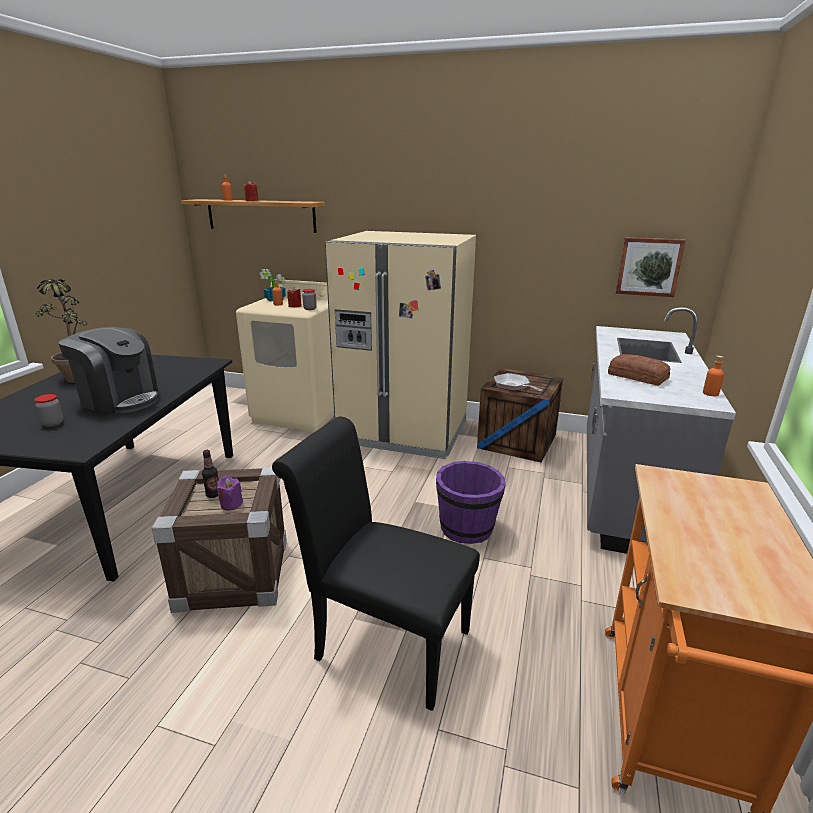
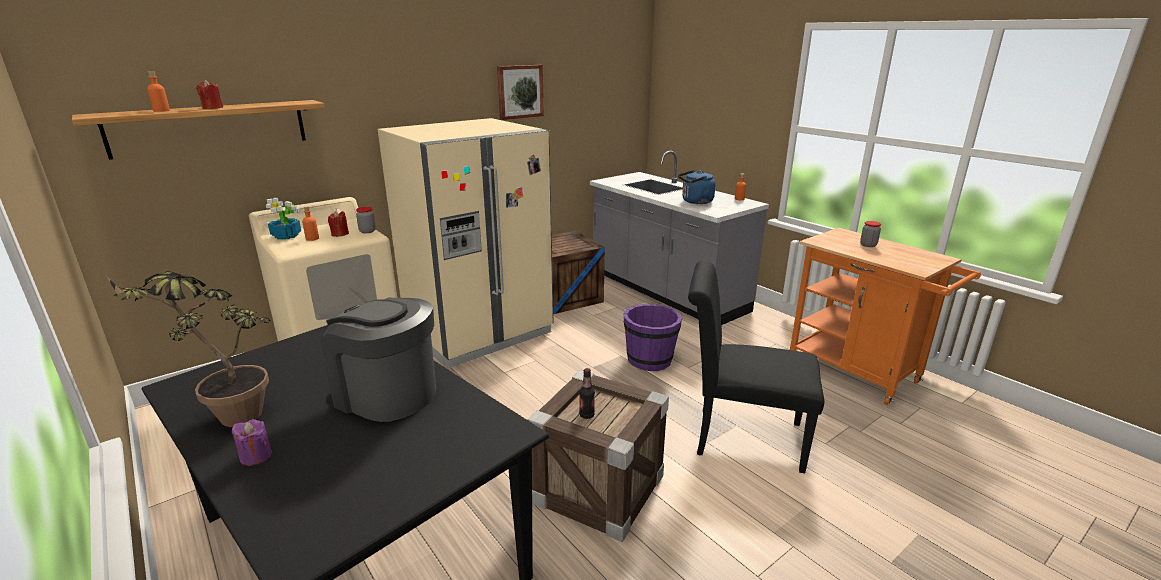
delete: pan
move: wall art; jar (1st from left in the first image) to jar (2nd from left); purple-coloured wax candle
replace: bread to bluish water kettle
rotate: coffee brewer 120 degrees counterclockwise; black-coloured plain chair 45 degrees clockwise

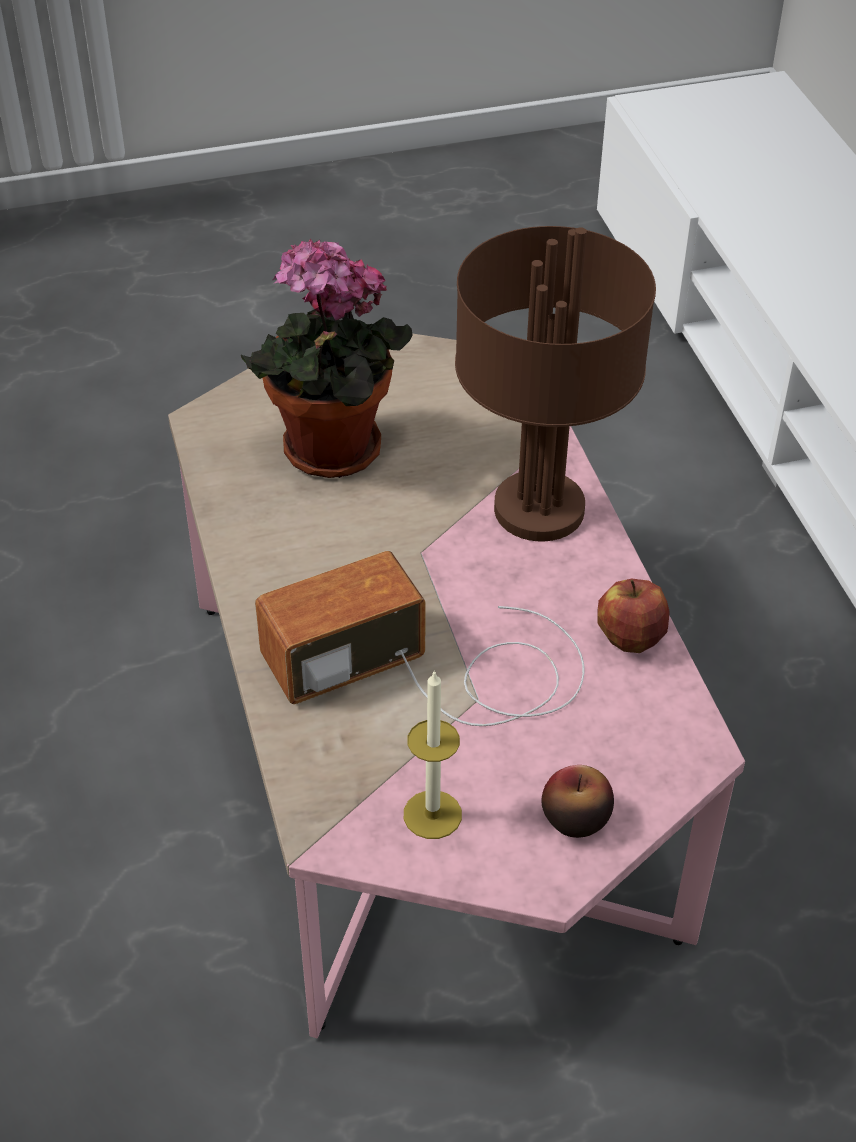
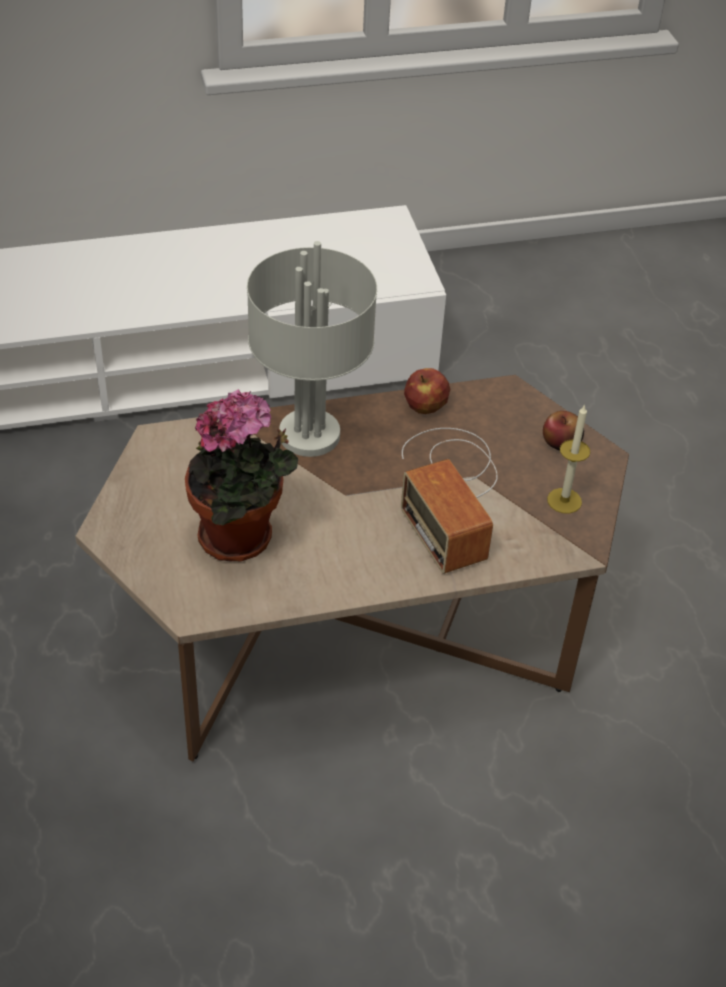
recolor: brown tabletop lamp to greyish tabletop lamp; pink-coloured lounge table to brown lounge table

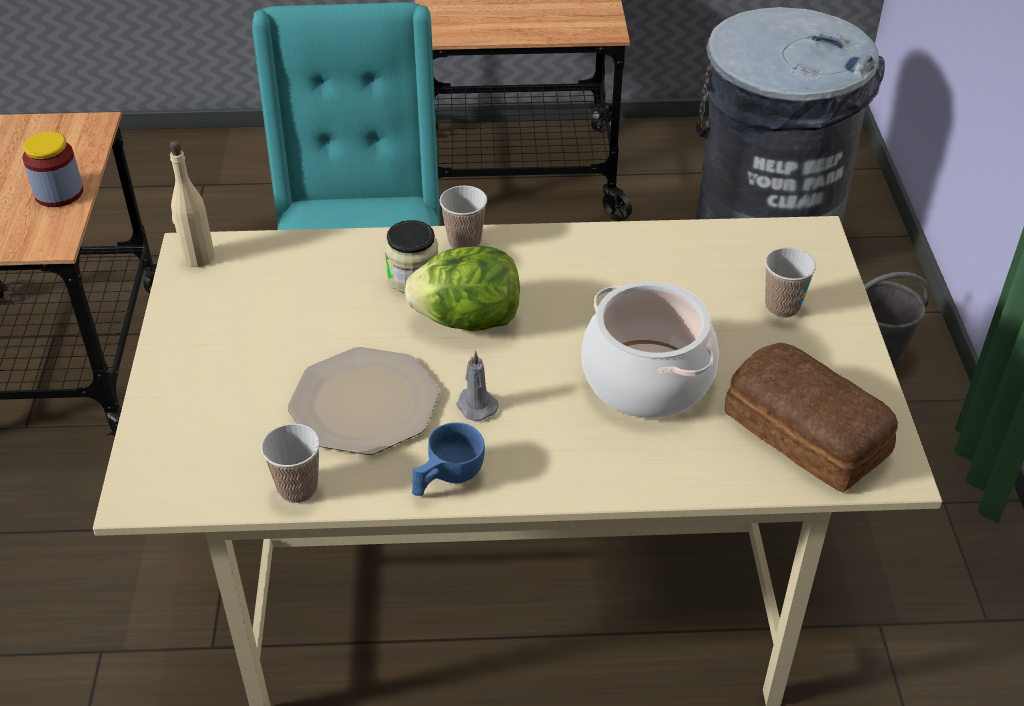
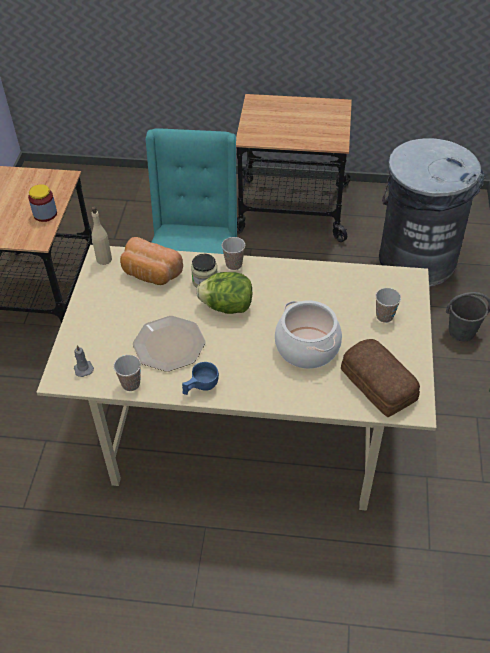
insert: bread (1st from left)
move: greyish wax candle

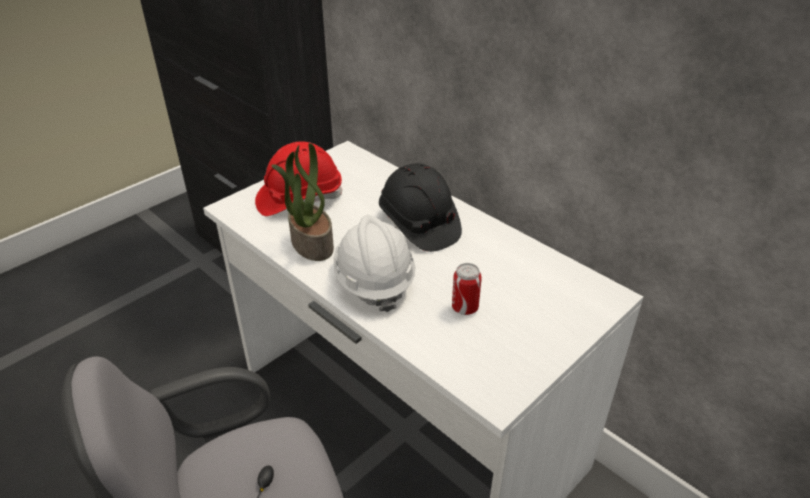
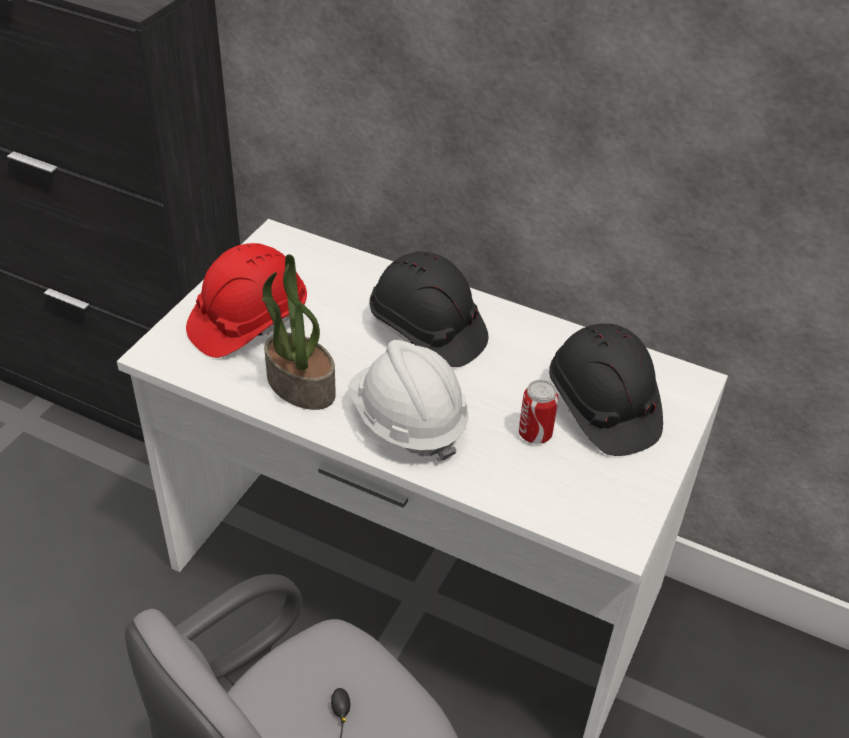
insert: black-coloured safety helmet (2nd from left)

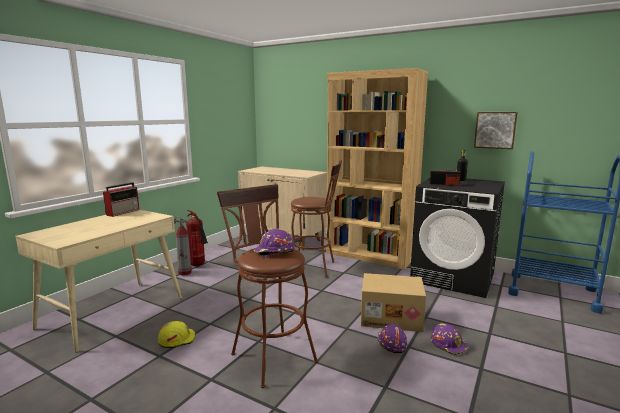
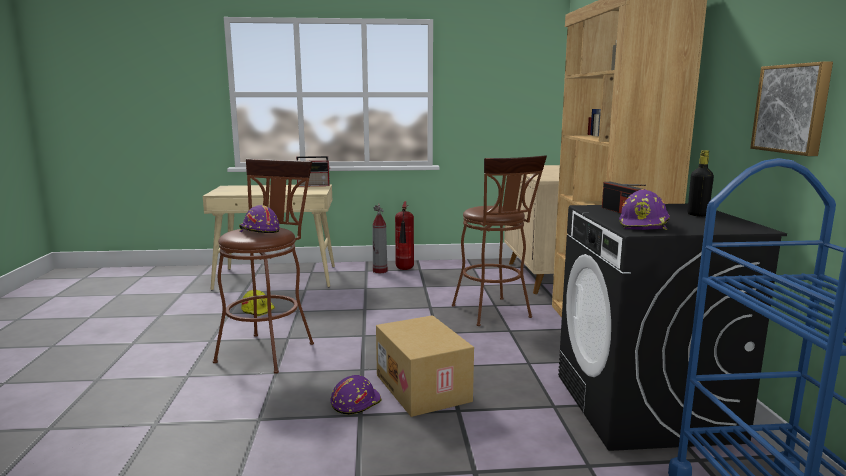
move: purple-coloured safety helmet (3rd from left)

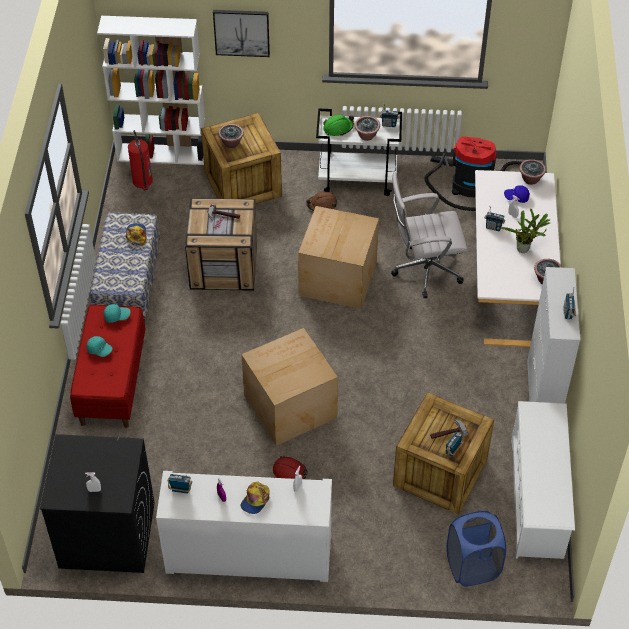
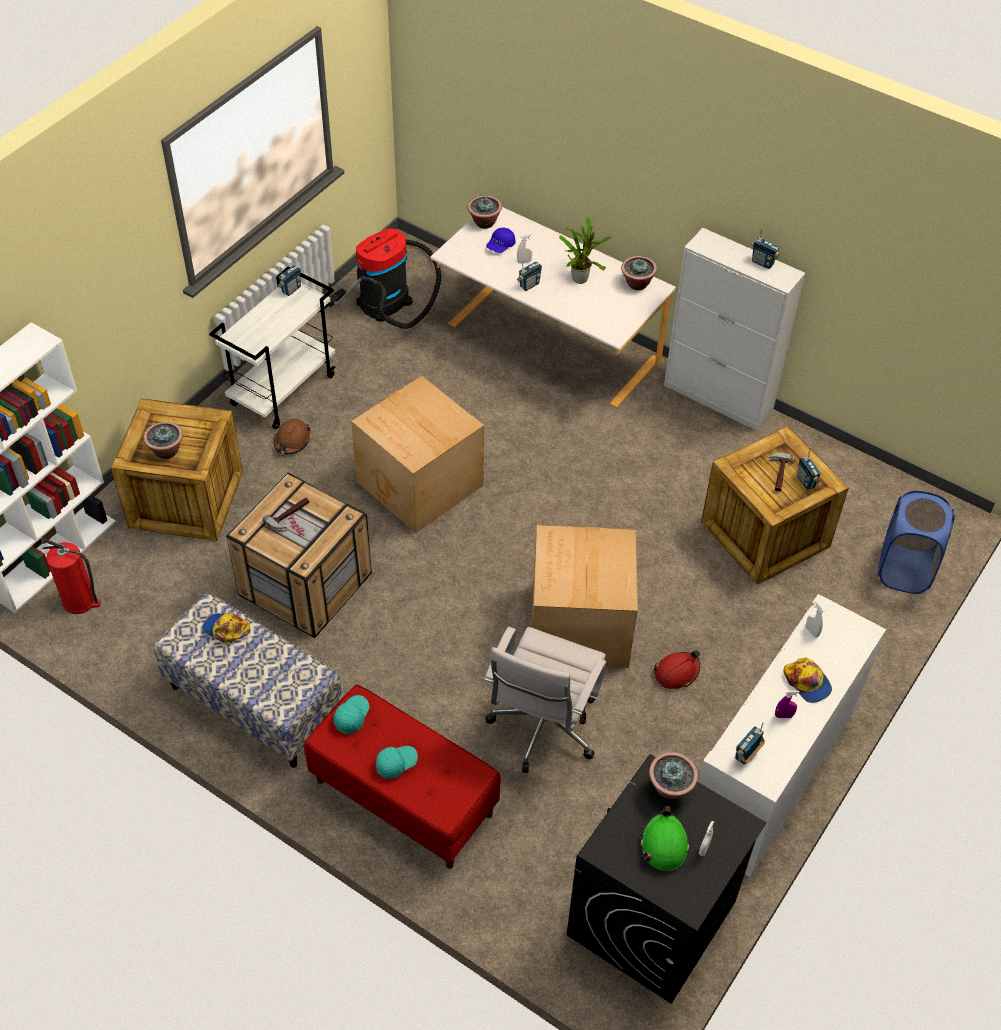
delete: wall art; white-coloured shoe rack
move: green-coloured safety helmet; potted plant (2nd from left in the first image) to potted plant (5th from left); white-coloured computer chair

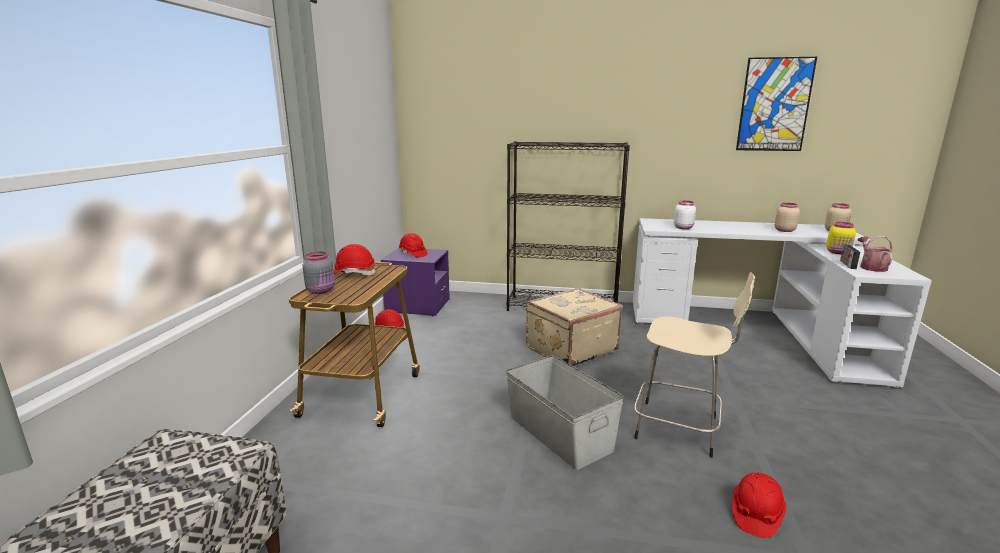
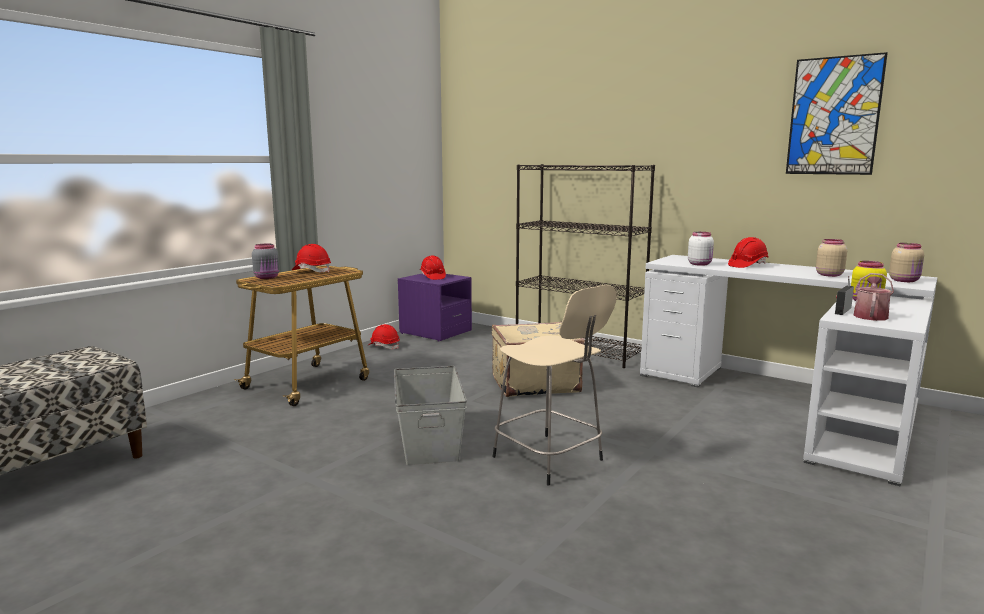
move: red safety helmet (4th from left)

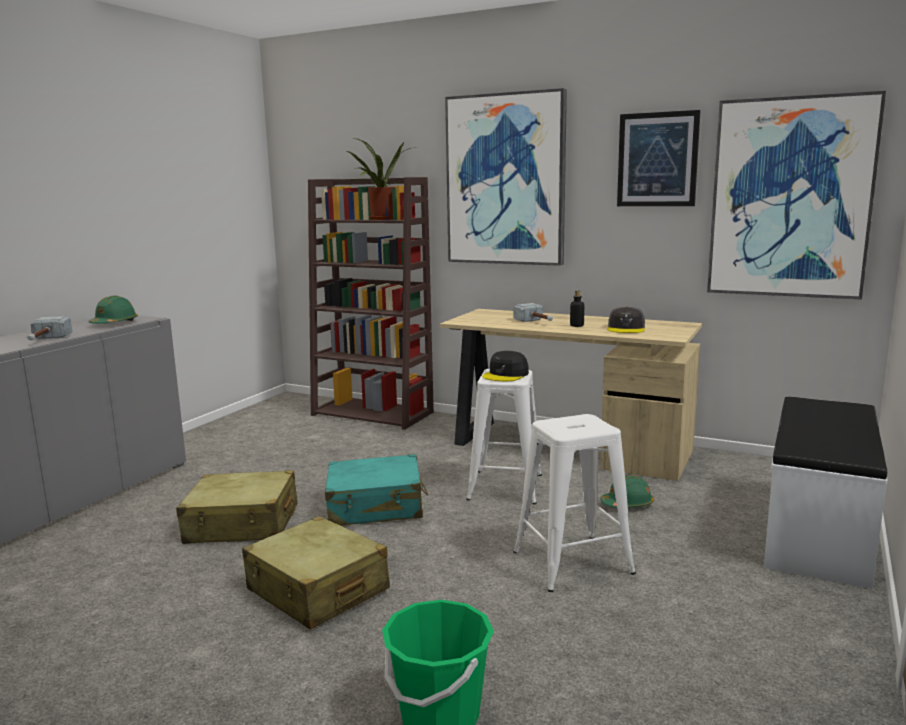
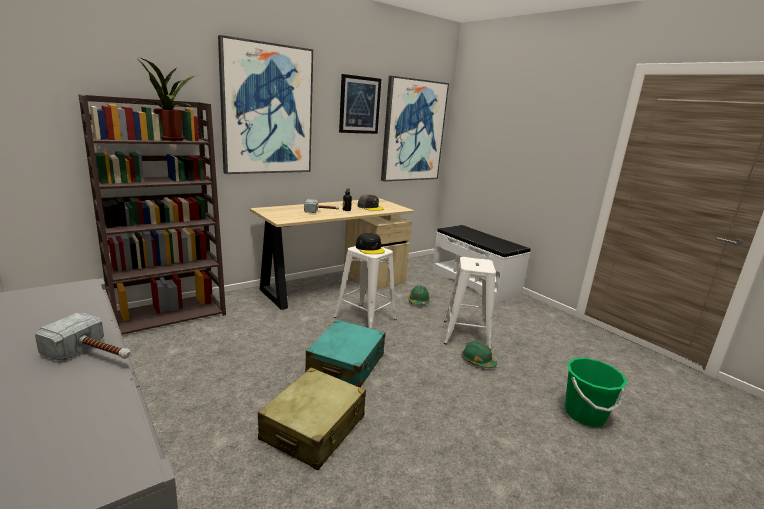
delete: beige-coloured piece of luggage (2nd from left)
move: green-coloured safety helmet (1st from left in the first image) to green-coloured safety helmet (2nd from left)

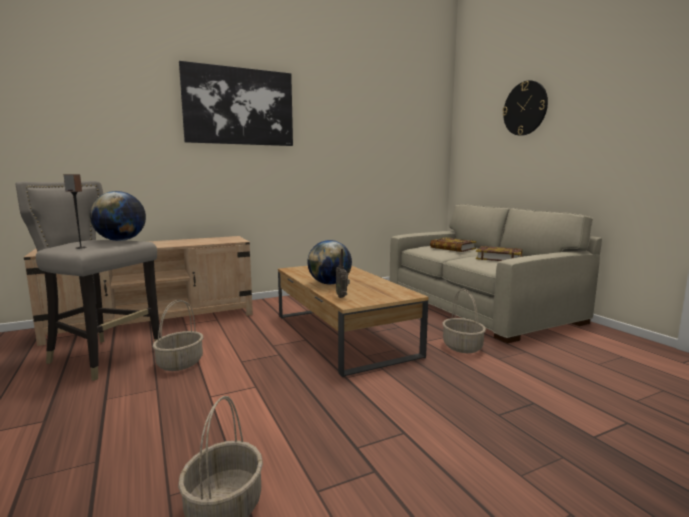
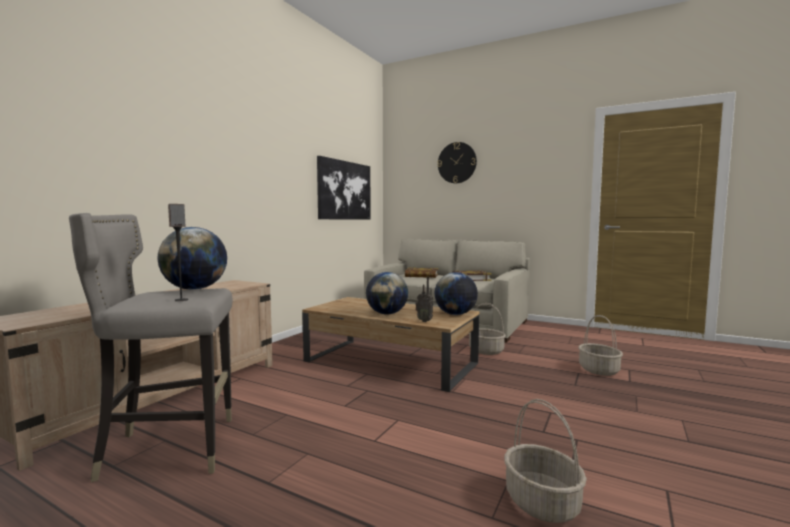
insert: desk globe (3rd from left)
move: wall art; basket (1st from left in the first image) to basket (3rd from left)

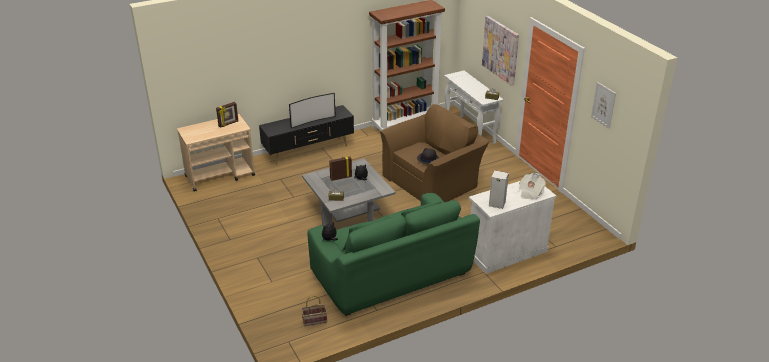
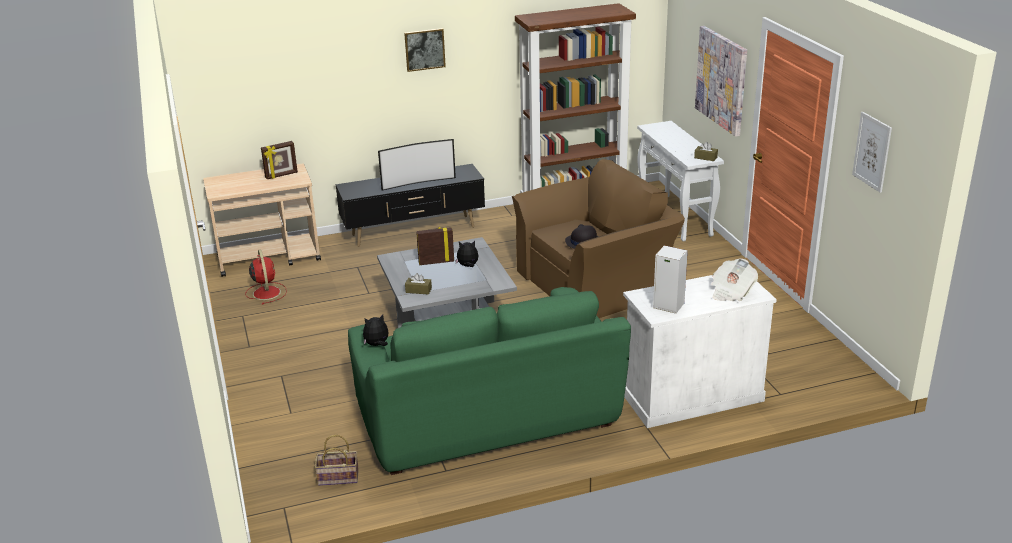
insert: wall art (1st from left); red fan

